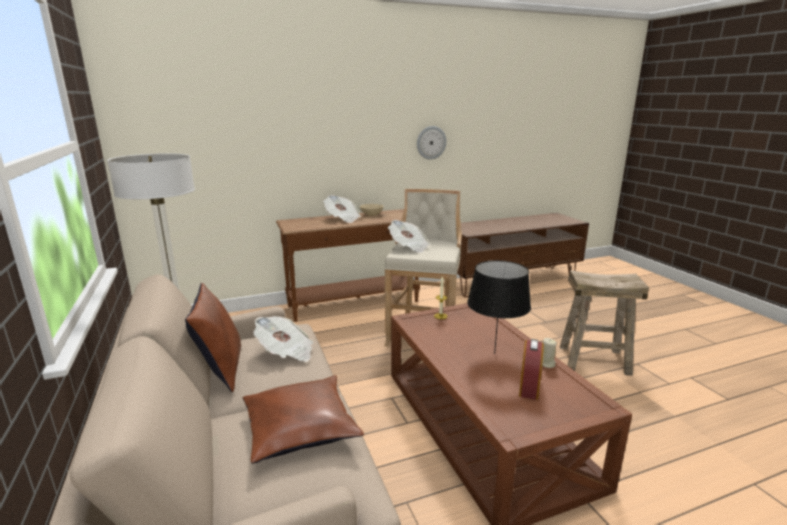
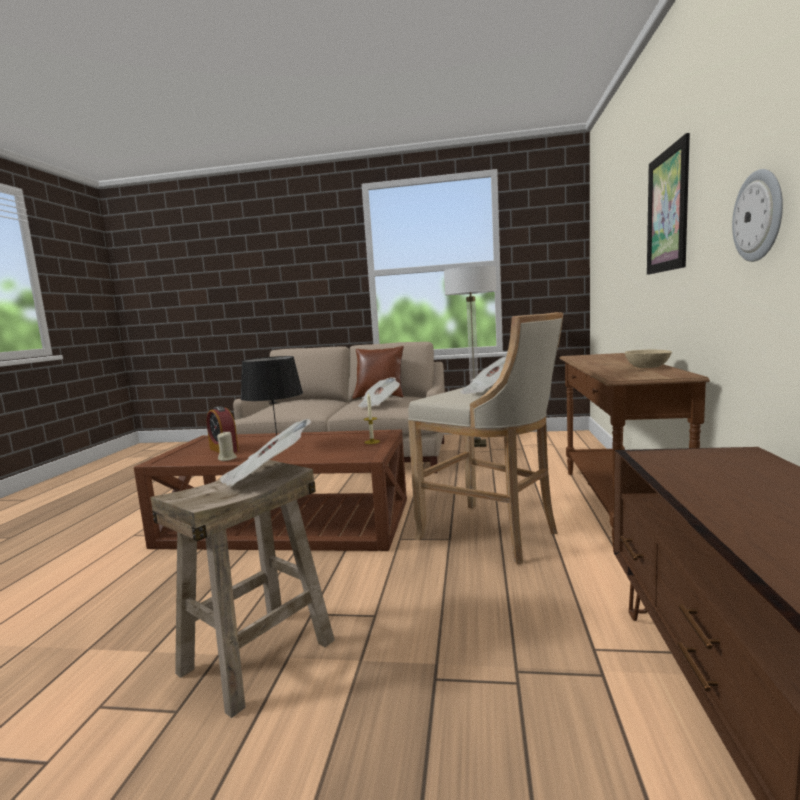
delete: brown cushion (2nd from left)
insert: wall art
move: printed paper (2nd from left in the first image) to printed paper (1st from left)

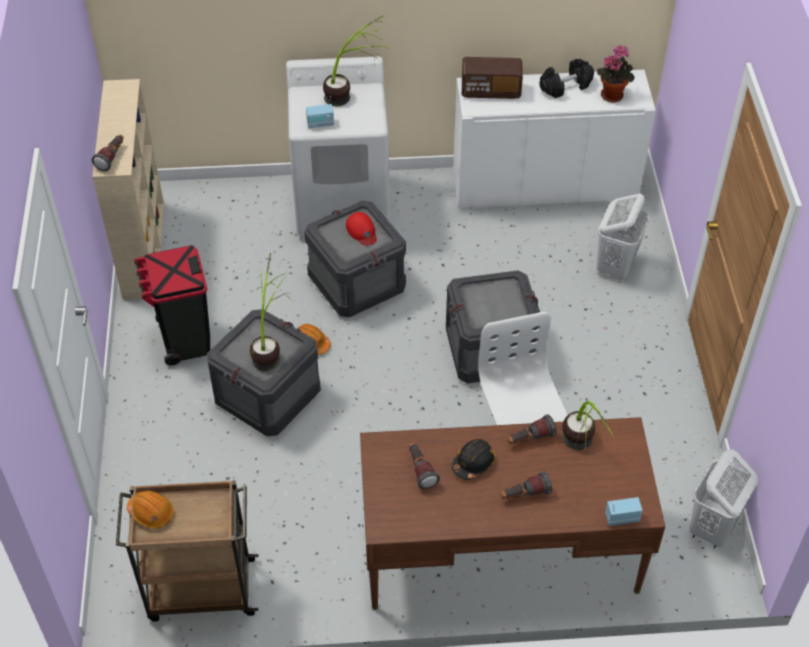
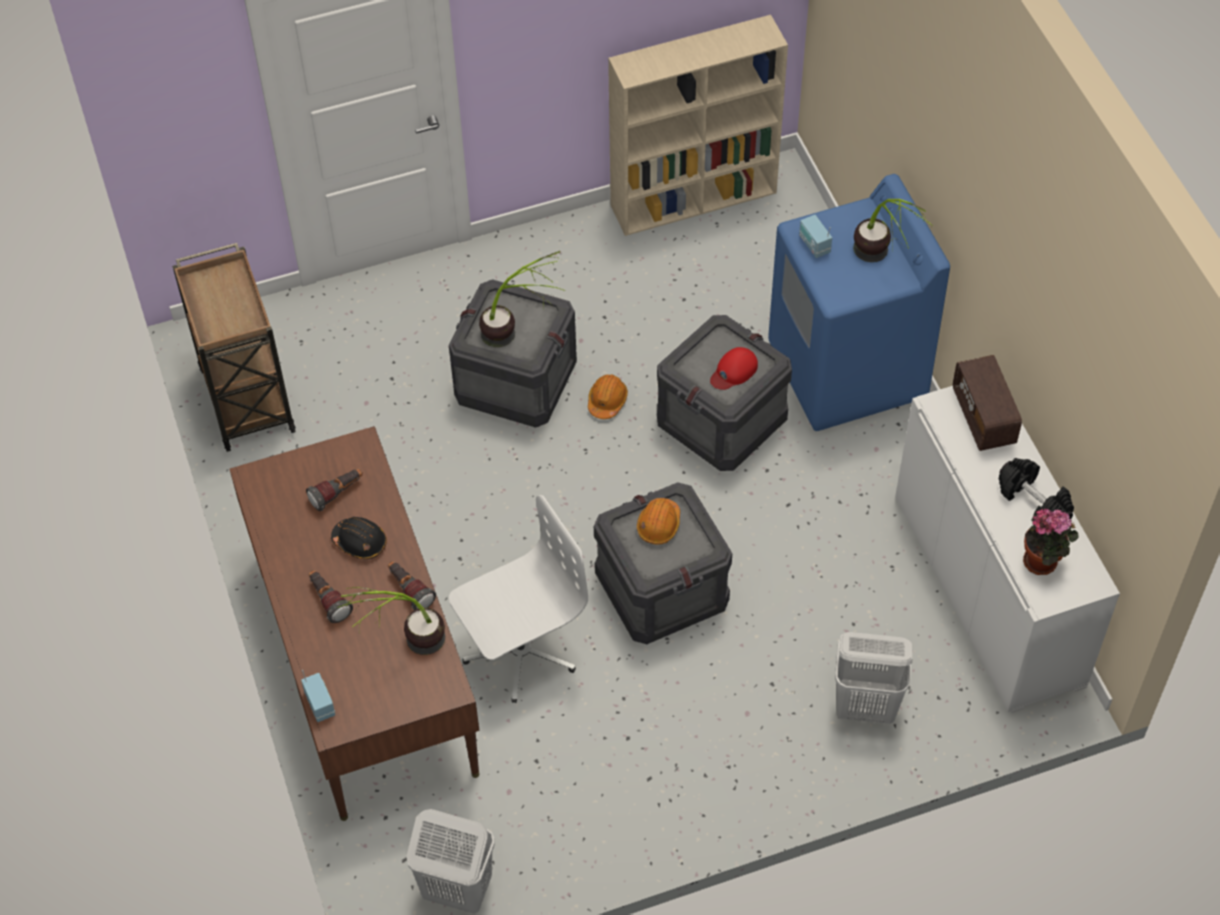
delete: torch (1st from left); black-coloured waste bin
move: orangey safety helmet (1st from left in the first image) to orangey safety helmet (2nd from left)
recolor: white-coloured laundry appliance to bluish laundry appliance

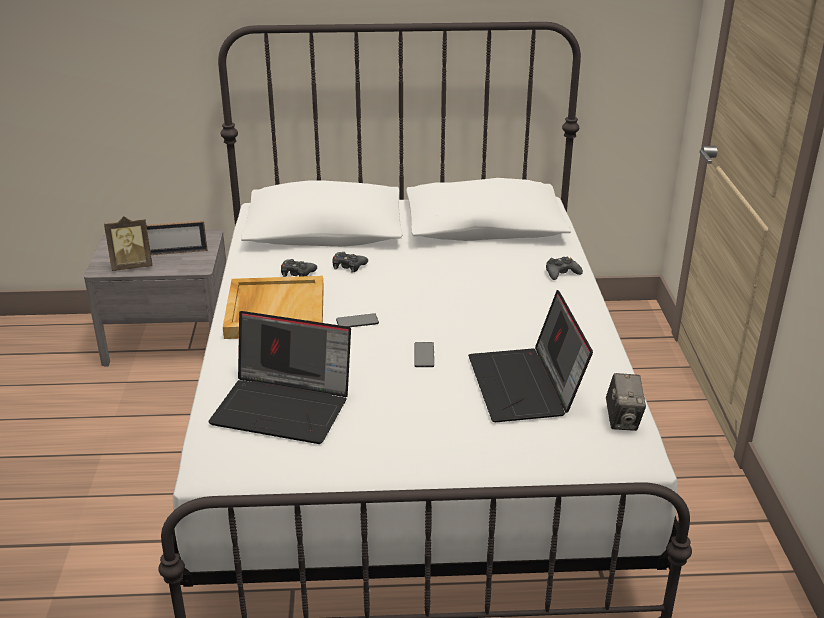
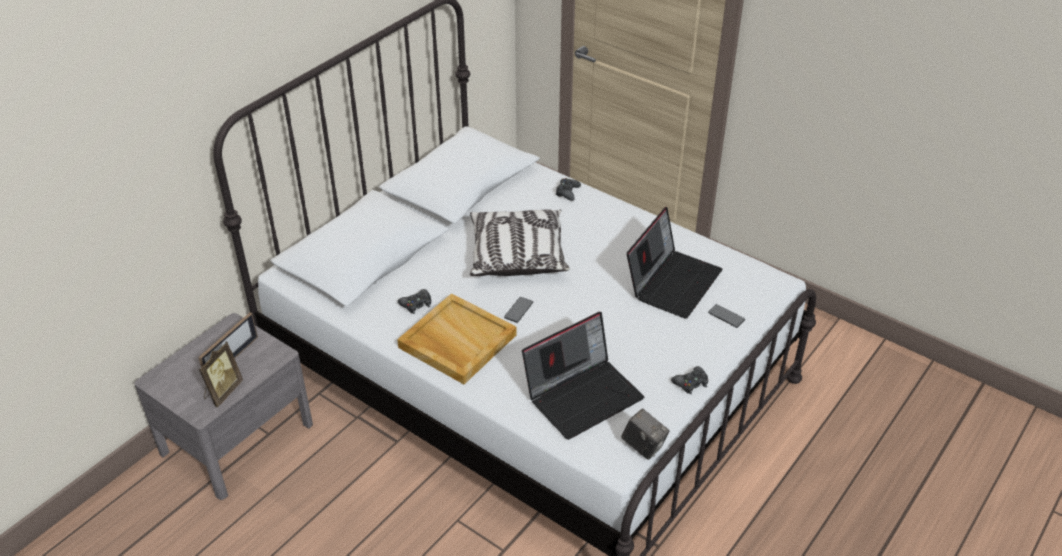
insert: cushion
move: black-coloured joypad (2nd from left in the first image) to black-coloured joypad (3rd from left); handset (2nd from left); photo camera
rotate: laptop (2nd from left) 90 degrees counterclockwise

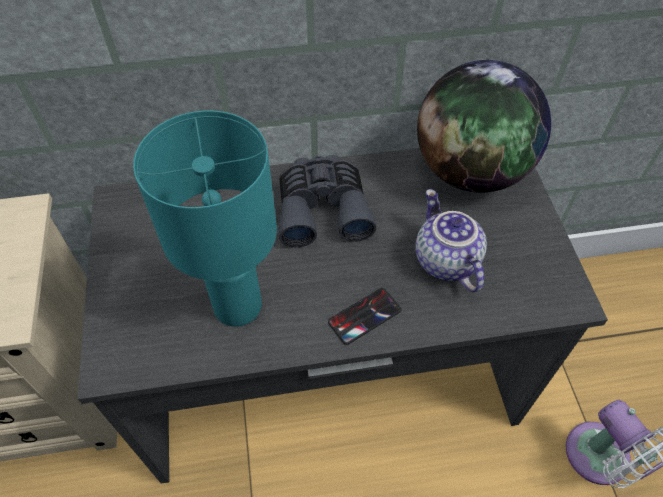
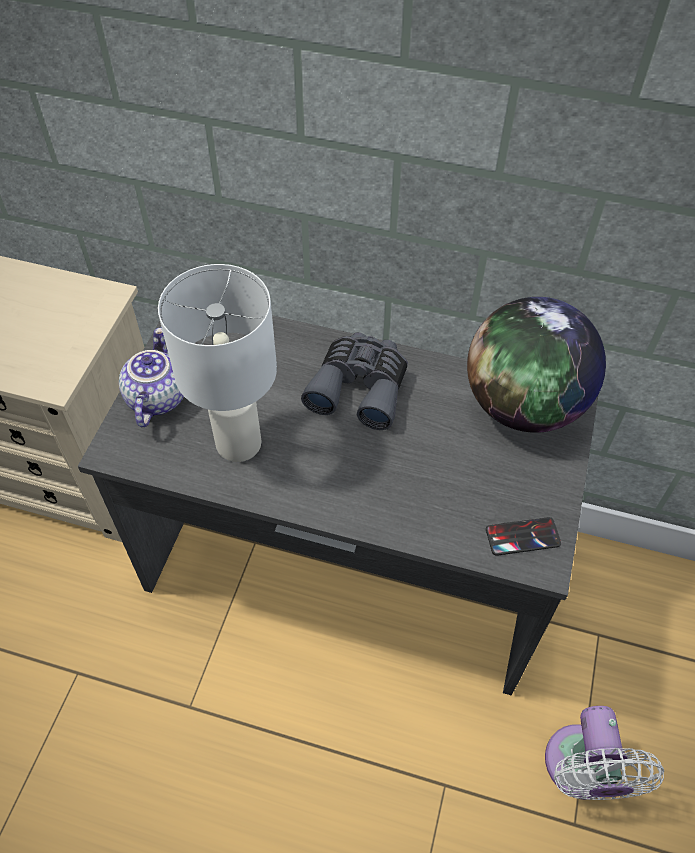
move: teapot; handset
recolor: blue-green tabletop lamp to white-coloured tabletop lamp

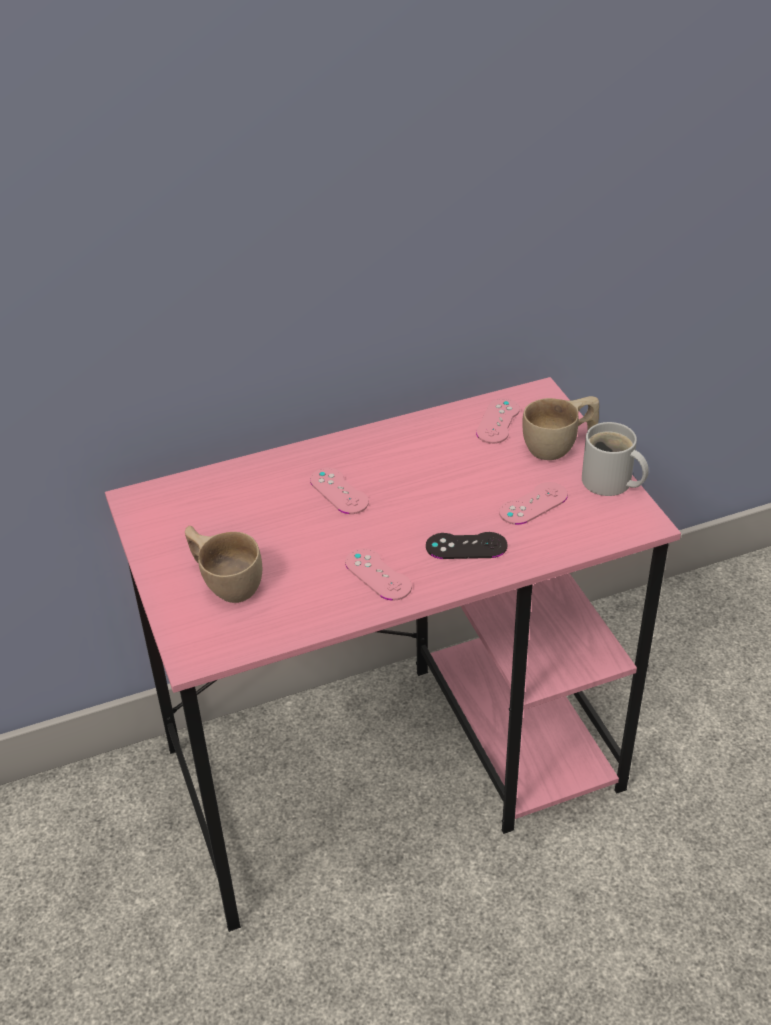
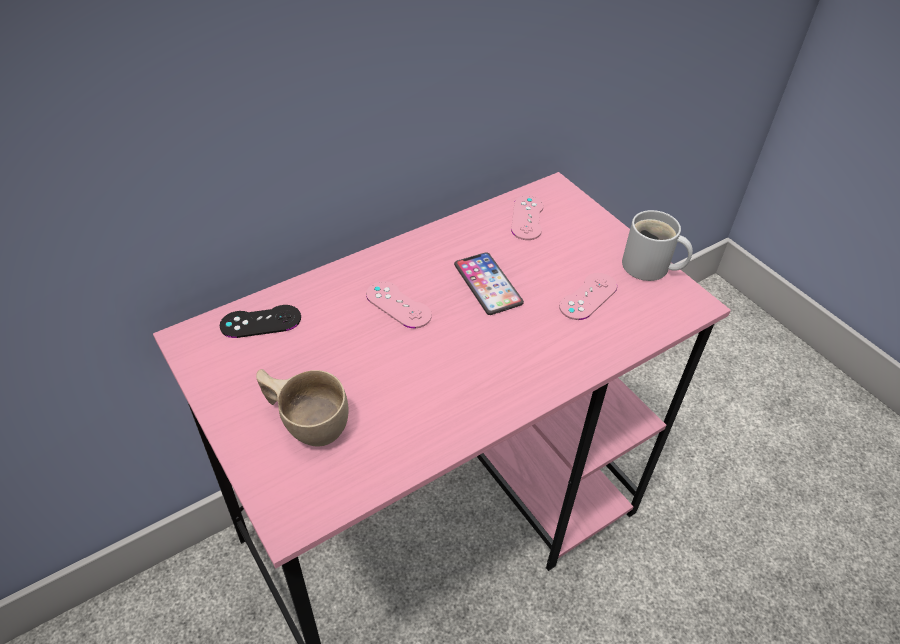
delete: beige-coloured cup (2nd from left); pink-coloured joypad (2nd from left)
insert: handset
move: black-coloured joypad

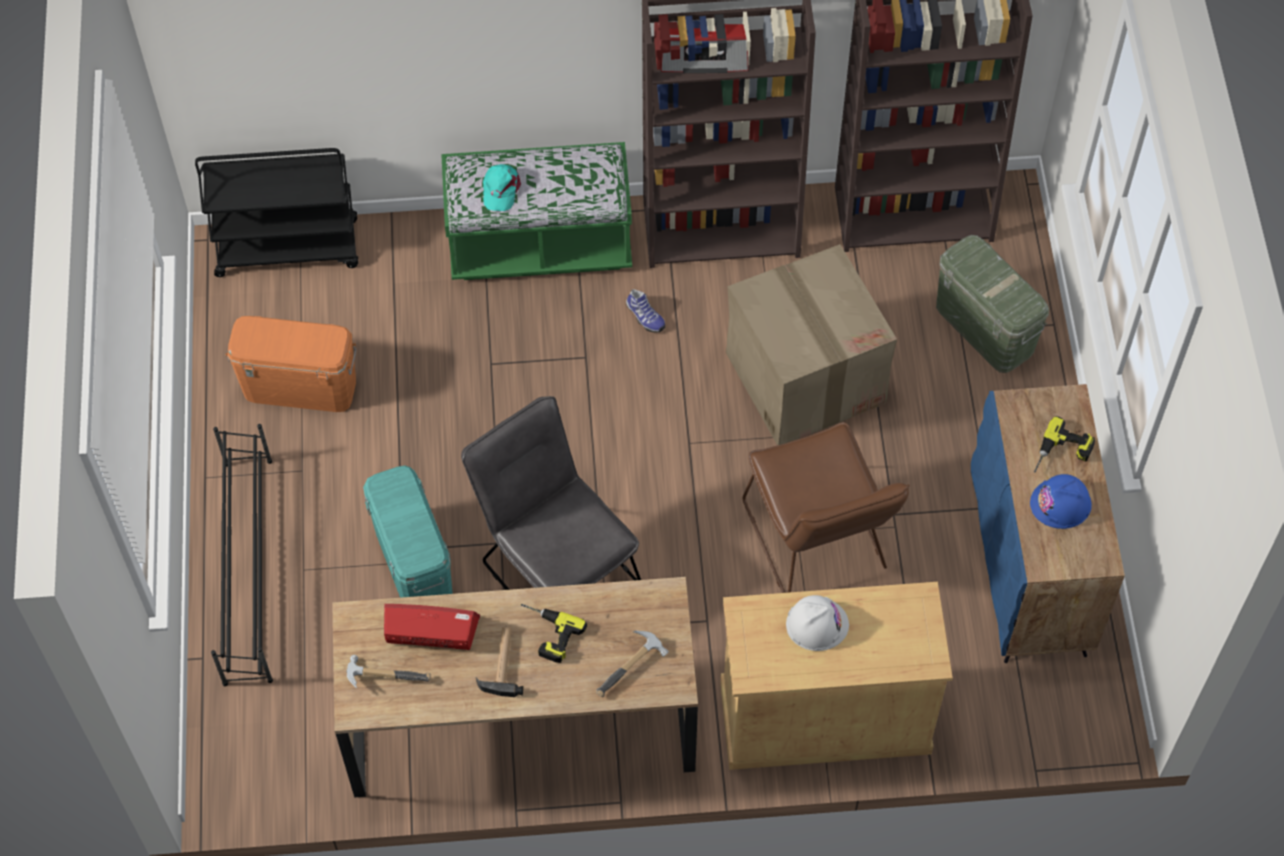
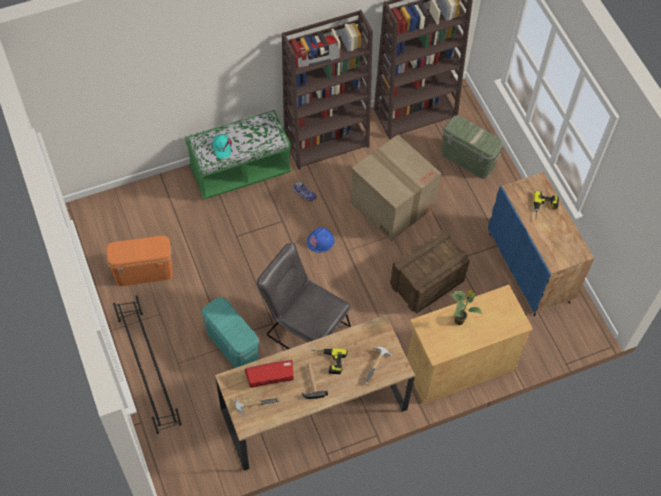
delete: black-coloured cart
move: bluish safety helmet
replace: brown plain chair to shipping crate; white-coloured safety helmet to potted plant

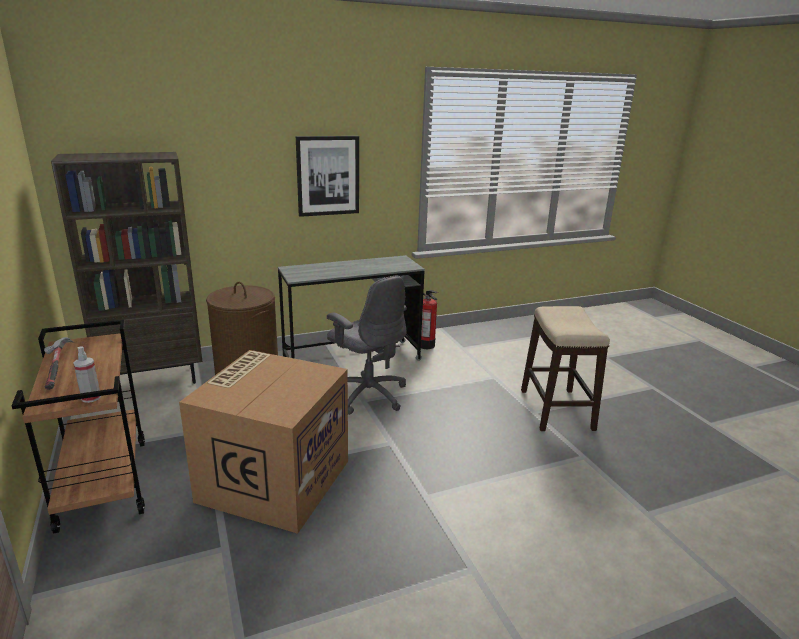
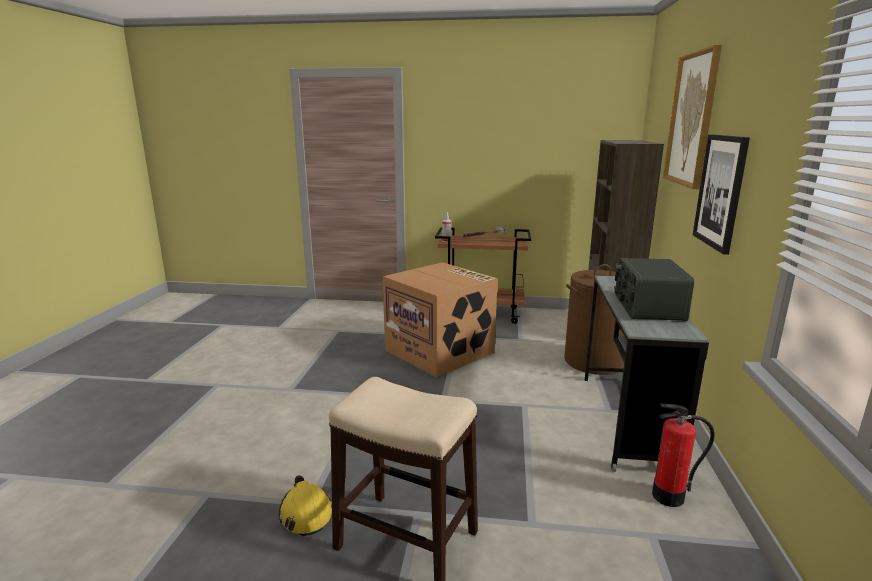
delete: greyish computer chair
insert: wall art (1st from left); radio set; yellow safety helmet

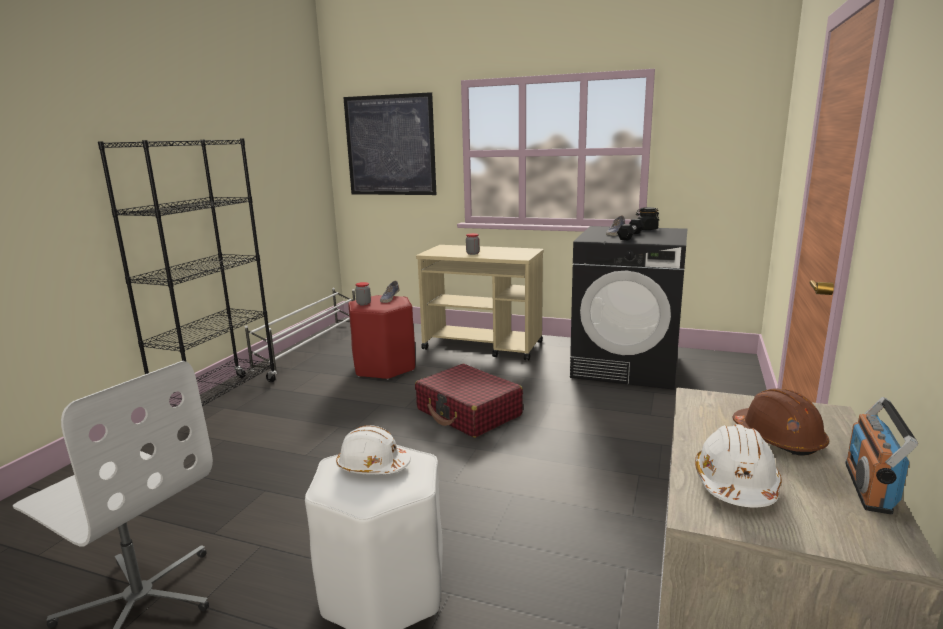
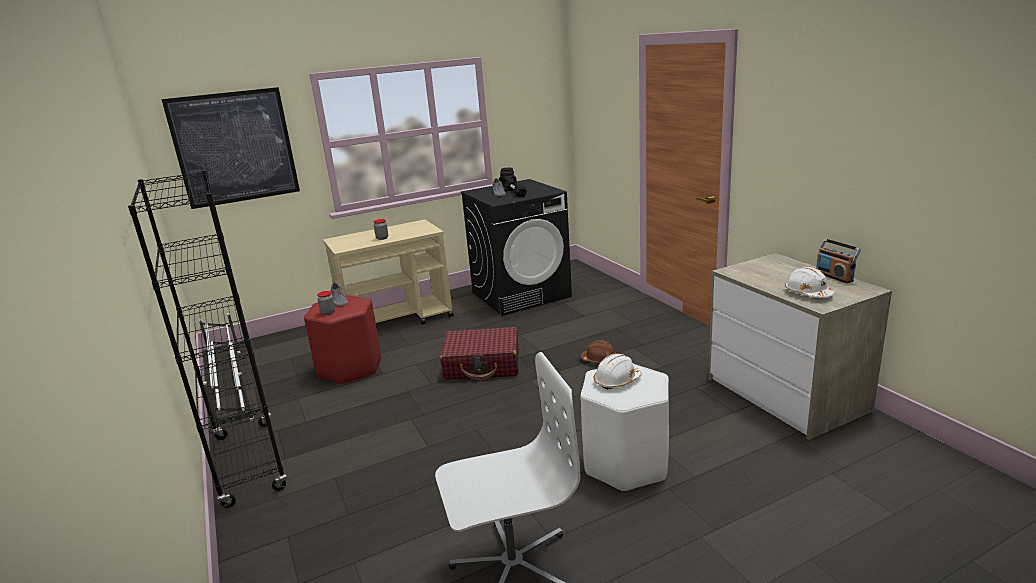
move: brown safety helmet

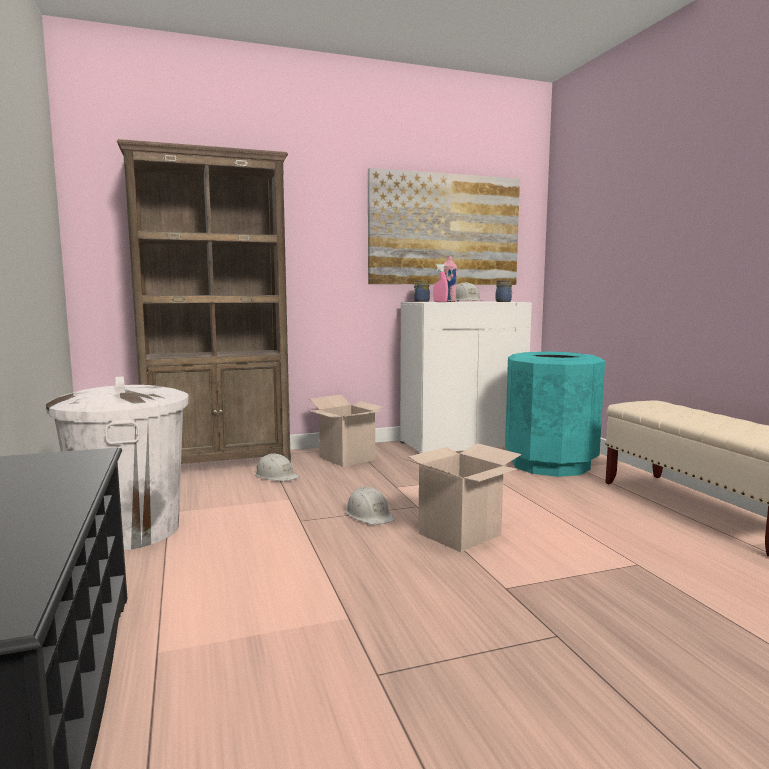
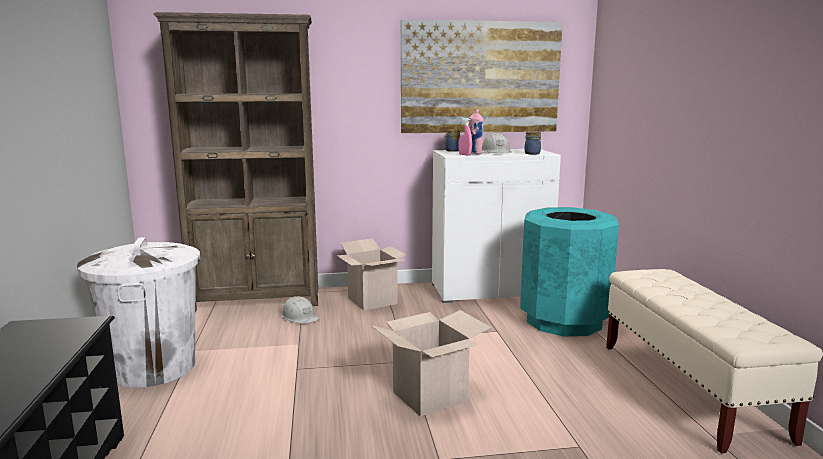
delete: white-coloured safety helmet (2nd from left)

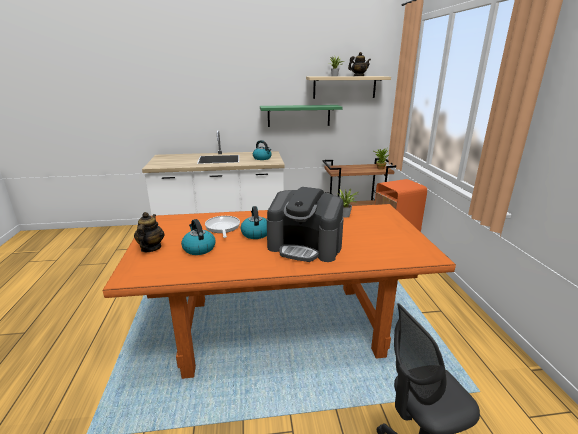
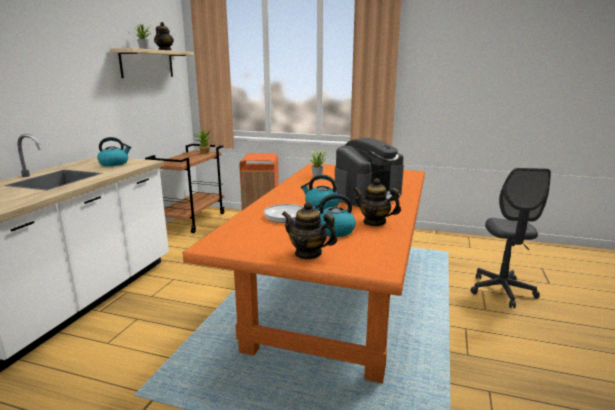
delete: green-coloured shelf
insert: teapot (3rd from left)

